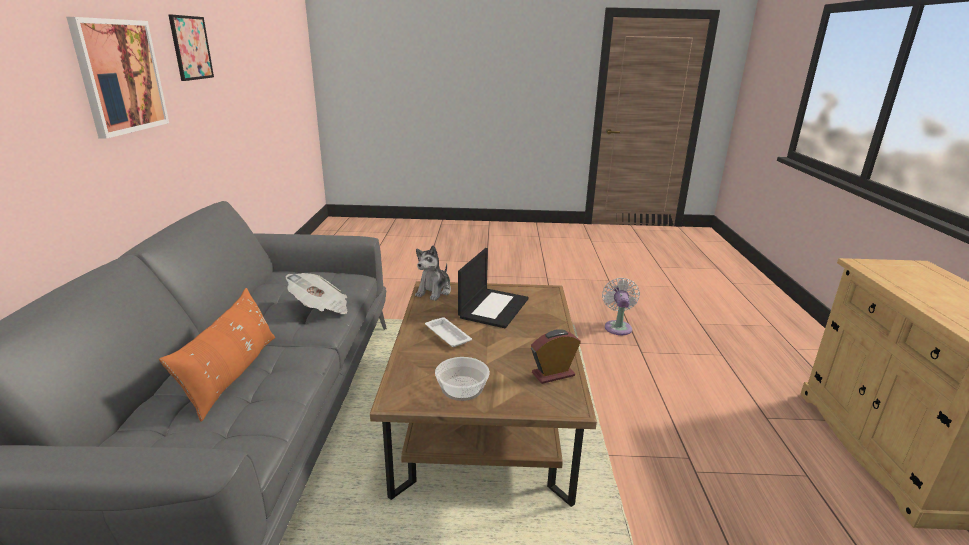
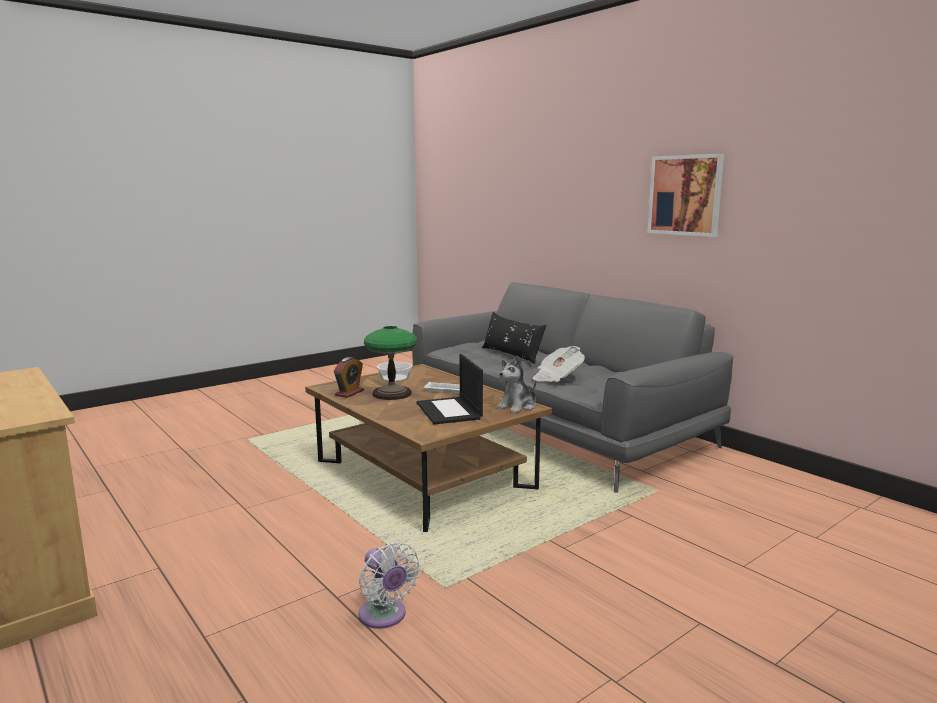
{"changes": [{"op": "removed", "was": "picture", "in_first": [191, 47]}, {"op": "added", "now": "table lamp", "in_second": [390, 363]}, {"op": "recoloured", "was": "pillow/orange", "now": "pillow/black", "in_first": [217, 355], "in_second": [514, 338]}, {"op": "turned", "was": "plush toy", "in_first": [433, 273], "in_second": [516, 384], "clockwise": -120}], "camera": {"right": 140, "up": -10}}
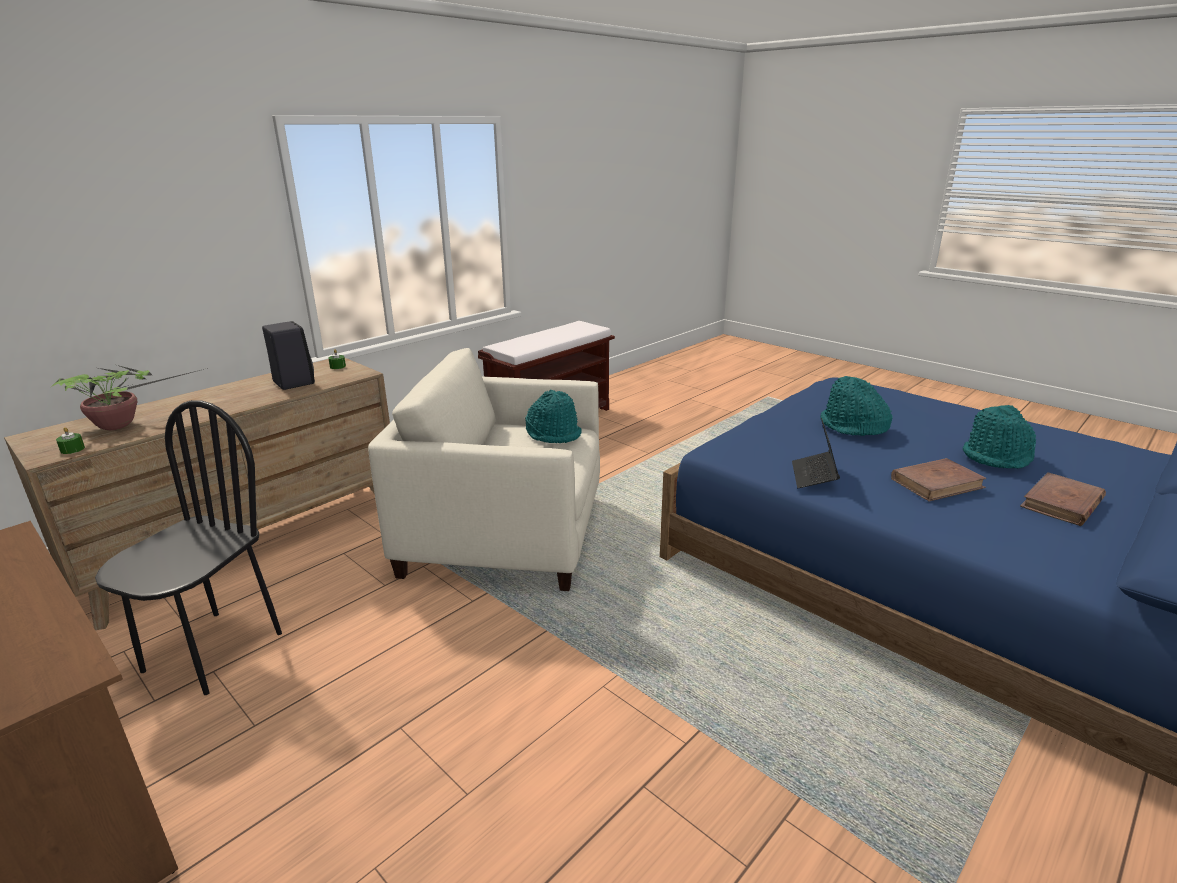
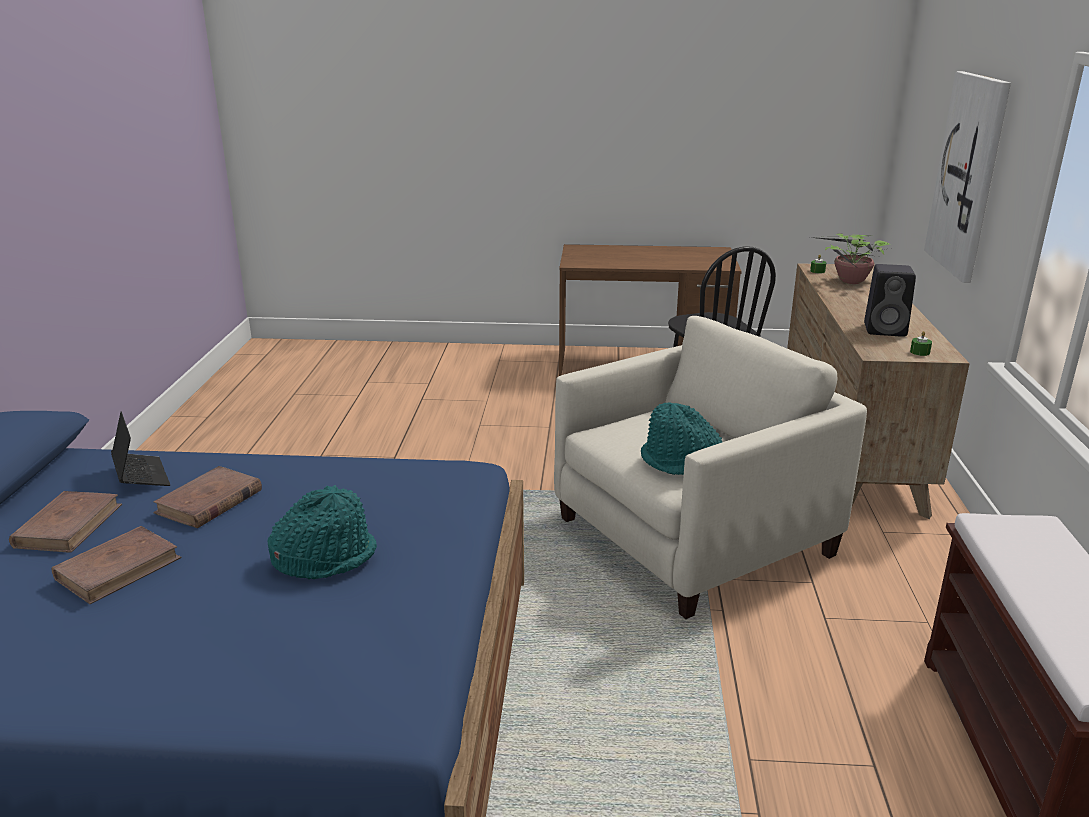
{"changes": [{"op": "added", "now": "picture", "in_second": [967, 177]}, {"op": "moved", "was": "laptop", "in_first": [816, 453], "in_second": [140, 449]}, {"op": "replaced", "was": "hat/turquoise", "now": "book/brown", "in_first": [999, 437], "in_second": [117, 565]}], "camera": {"right": 140, "up": 0}}
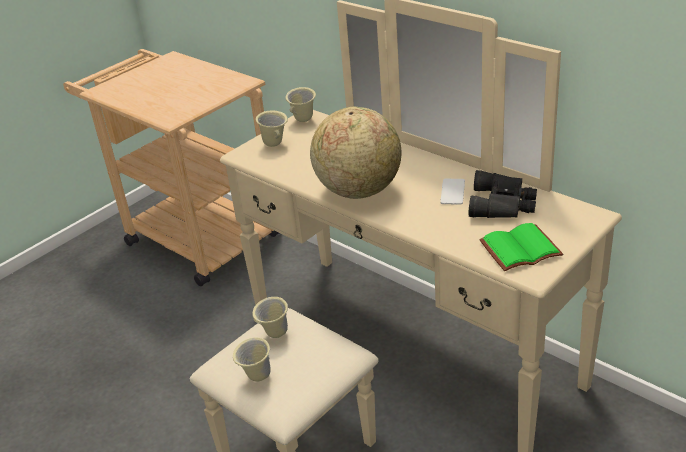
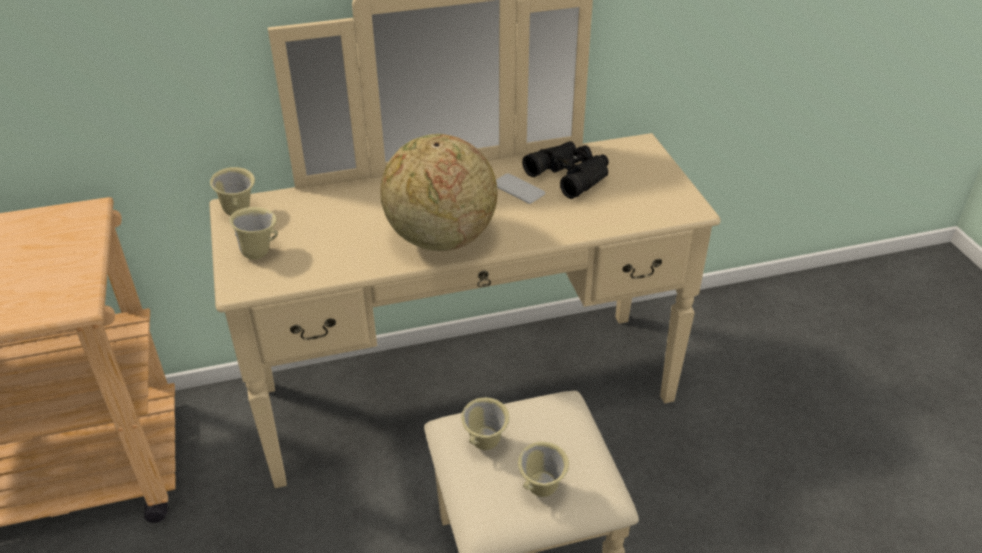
{"changes": [{"op": "removed", "was": "book/green", "in_first": [521, 247]}], "camera": {"right": -60, "up": 5}}
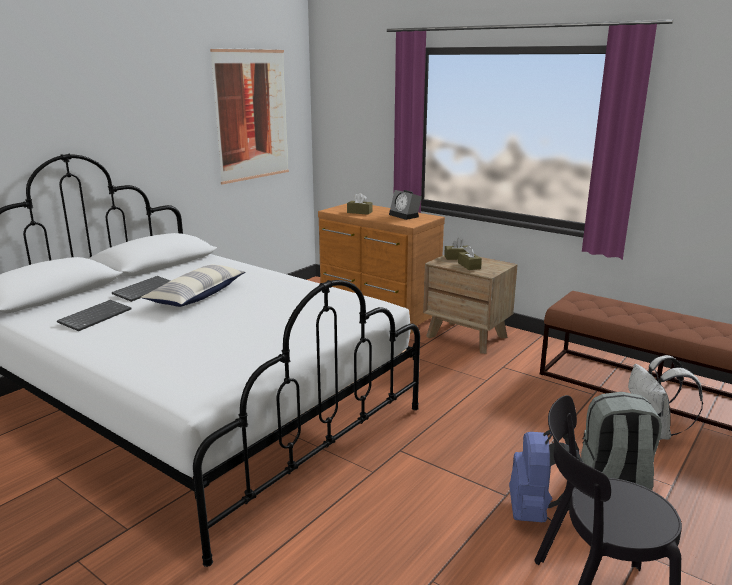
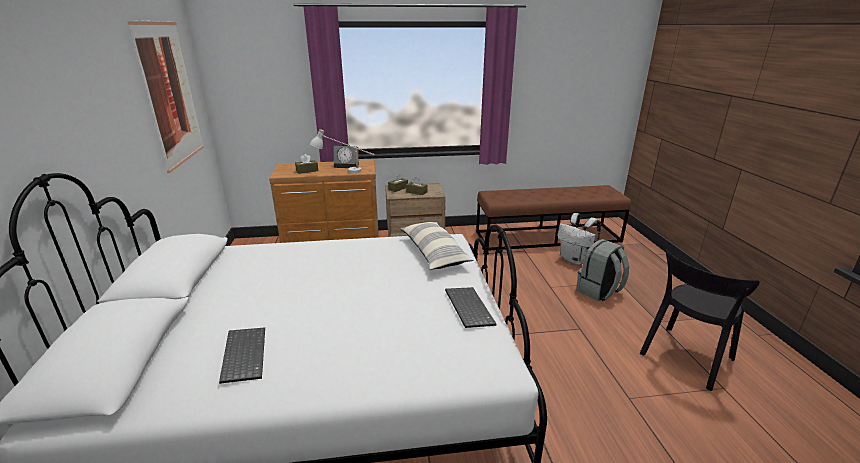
{"changes": [{"op": "removed", "was": "backpack/blue", "in_first": [546, 475]}, {"op": "added", "now": "table lamp/white", "in_second": [342, 151]}, {"op": "moved", "was": "keyboard", "in_first": [141, 289], "in_second": [470, 307]}, {"op": "moved", "was": "pillow", "in_first": [193, 285], "in_second": [437, 246]}], "camera": {"right": -45, "up": 5}}
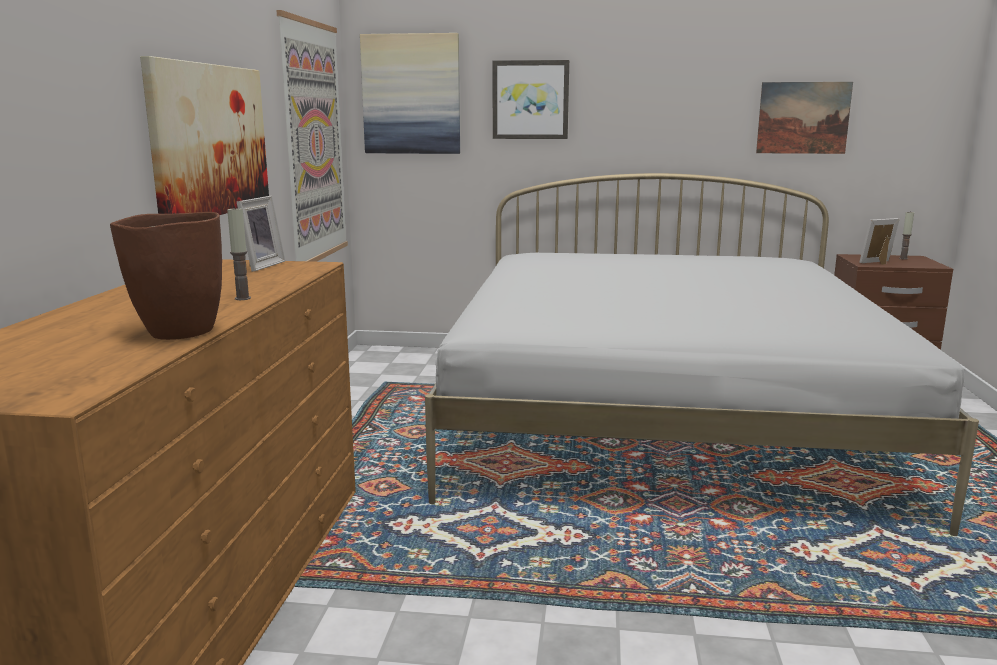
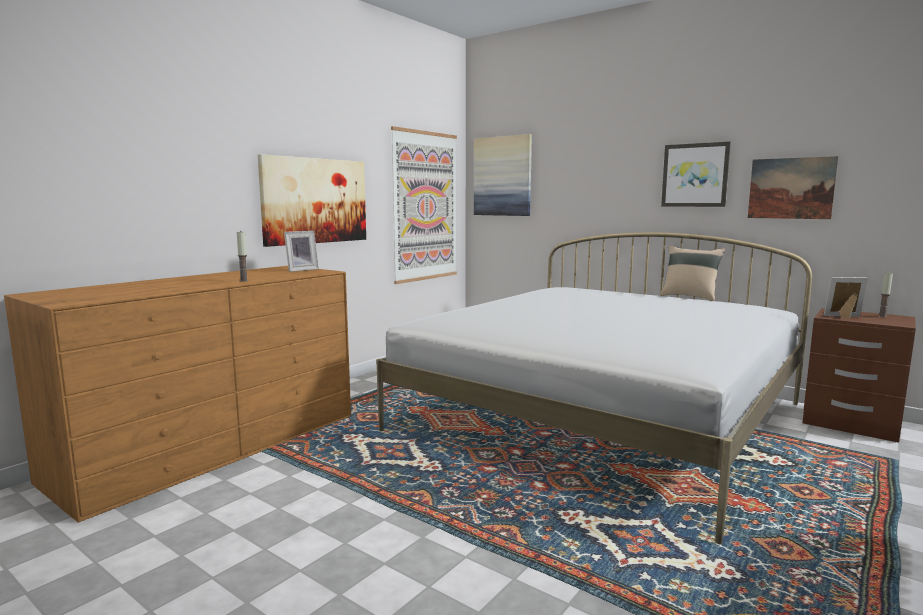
{"changes": [{"op": "removed", "was": "vase/brown", "in_first": [166, 276]}, {"op": "added", "now": "pillow/beige", "in_second": [692, 273]}, {"op": "moved", "was": "picture", "in_first": [531, 99], "in_second": [696, 174]}], "camera": {"right": 30, "up": -5}}
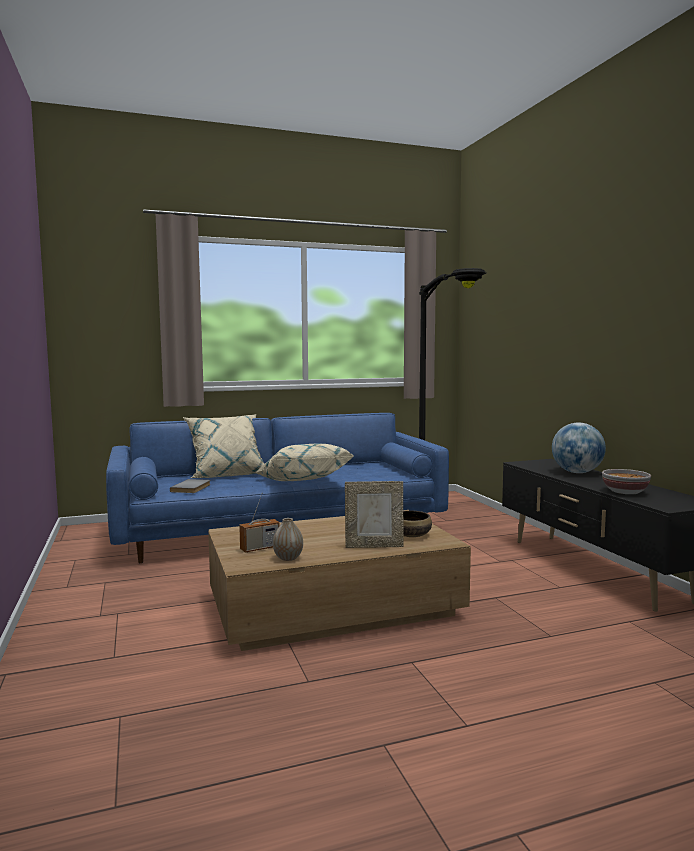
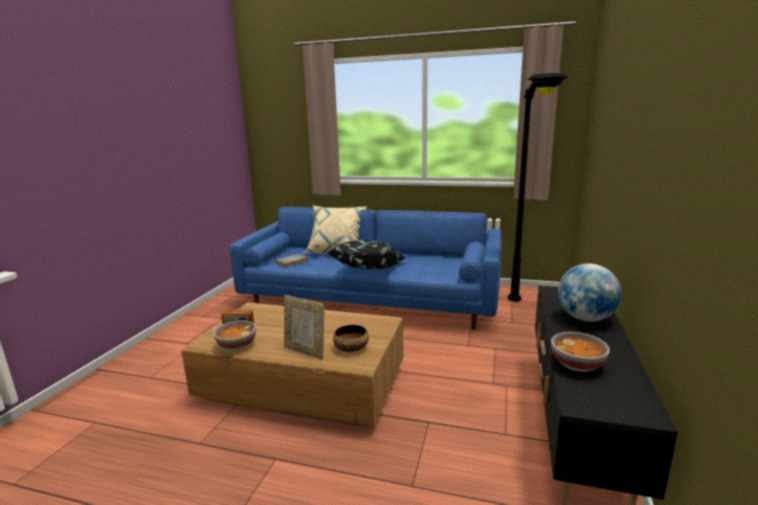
{"changes": [{"op": "replaced", "was": "vase", "now": "bowl", "in_first": [288, 539], "in_second": [234, 335]}, {"op": "recoloured", "was": "pillow/beige", "now": "pillow/black", "in_first": [305, 462], "in_second": [366, 254]}], "camera": {"right": 35, "up": 10}}
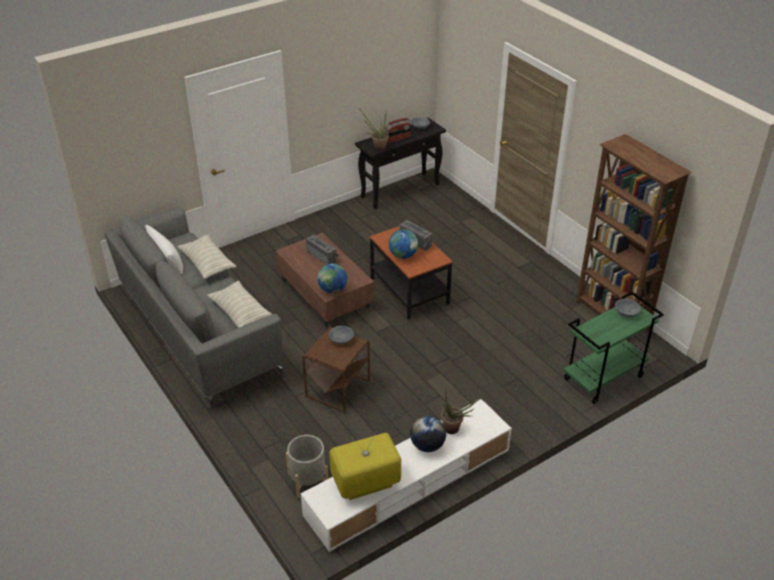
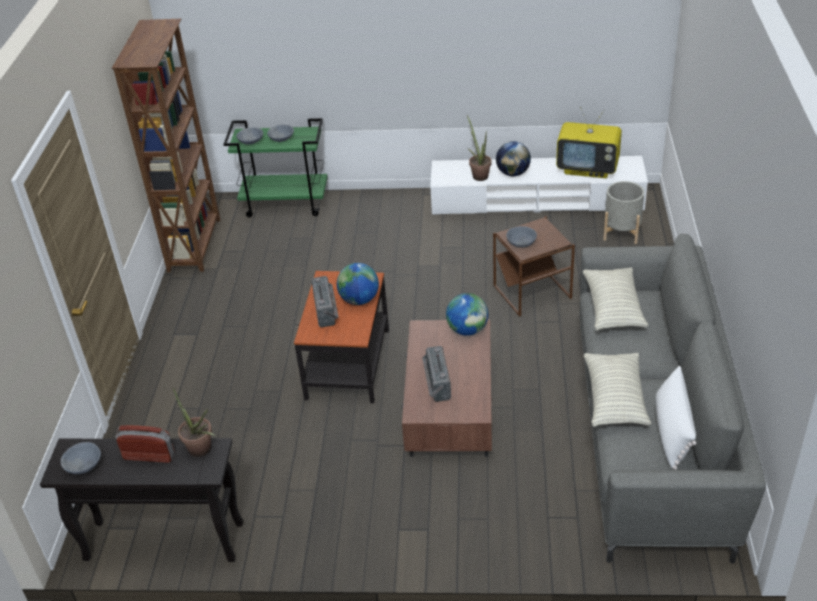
{"changes": [{"op": "added", "now": "bowl/grey", "in_second": [280, 133]}], "camera": {"right": -140, "up": 0}}
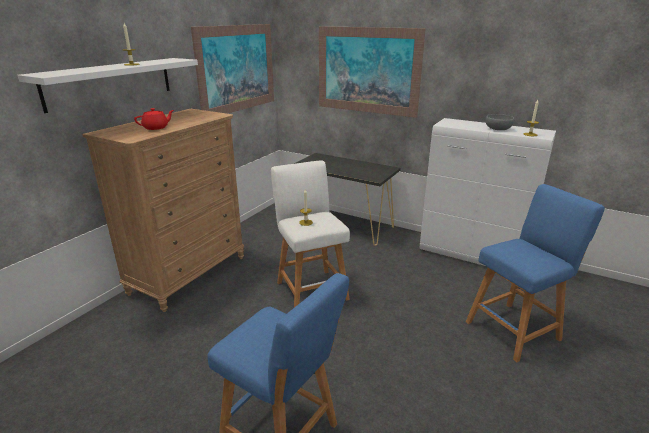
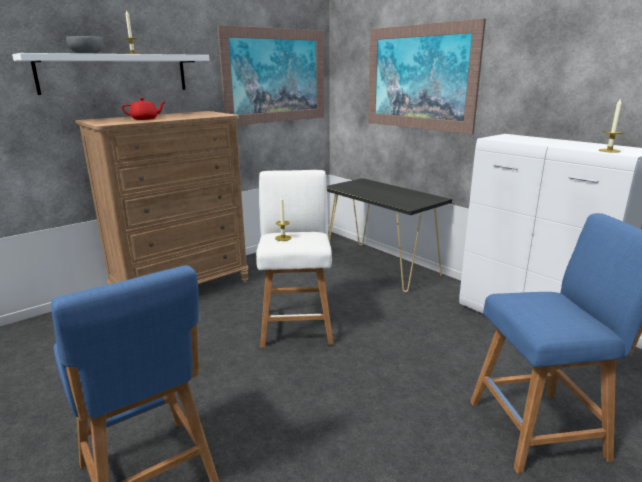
{"changes": [{"op": "moved", "was": "bowl/grey", "in_first": [500, 122], "in_second": [85, 45]}], "camera": {"right": 20, "up": -5}}
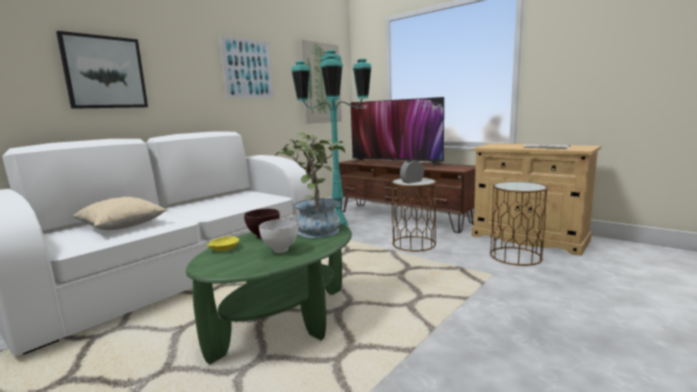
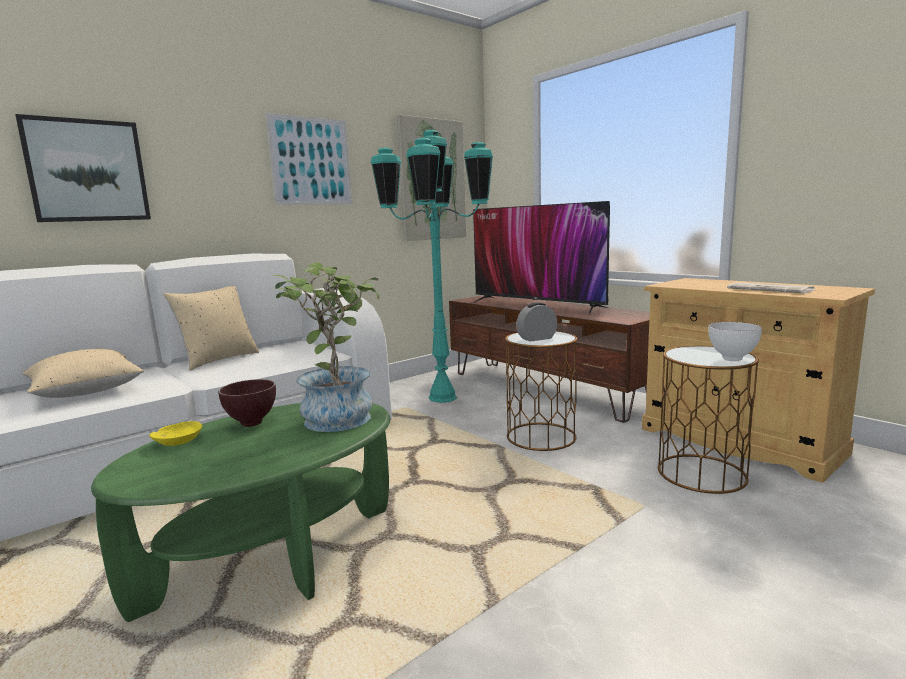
{"changes": [{"op": "added", "now": "pillow/beige", "in_second": [211, 328]}, {"op": "moved", "was": "bowl/white", "in_first": [279, 236], "in_second": [735, 341]}], "camera": {"right": 10, "up": 0}}
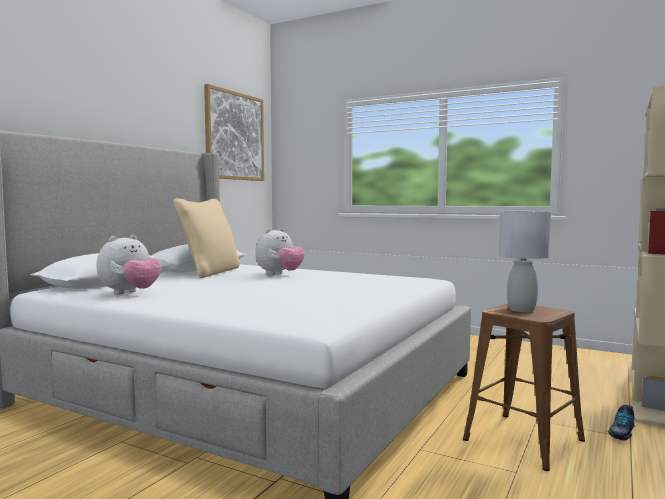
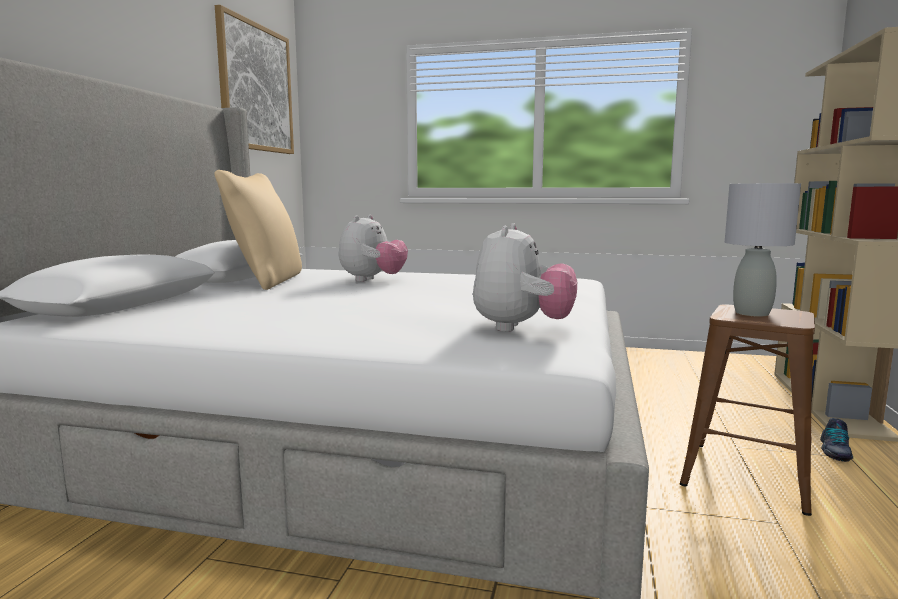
{"changes": [{"op": "moved", "was": "plush toy", "in_first": [129, 265], "in_second": [525, 277]}], "camera": {"right": -15, "up": 5}}
